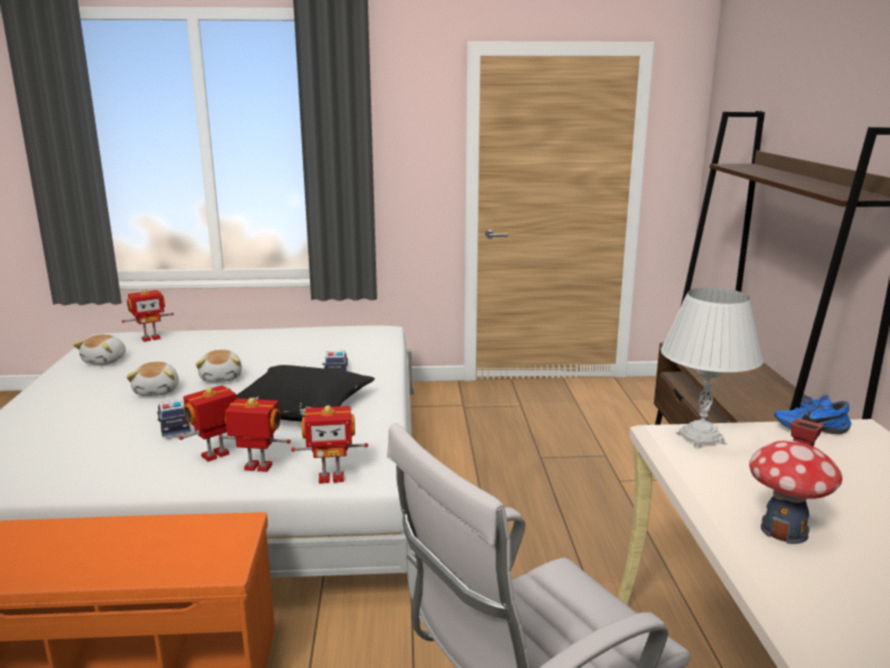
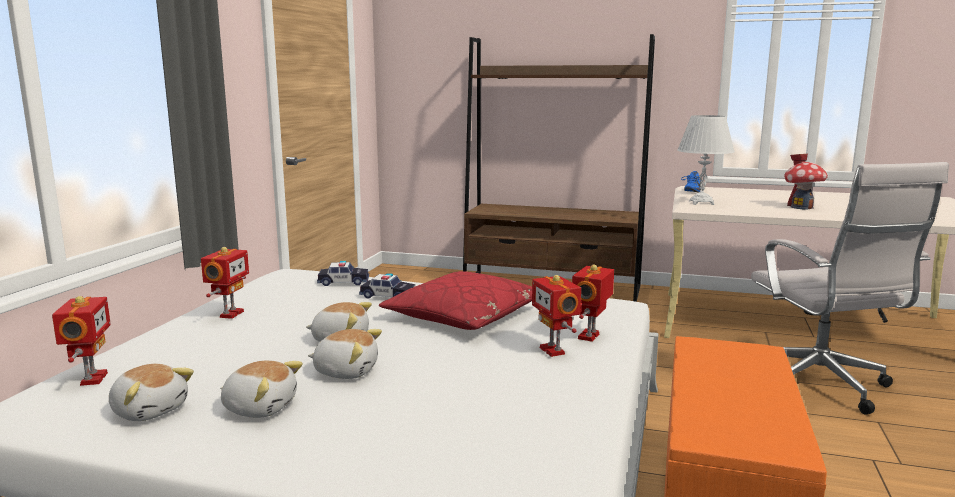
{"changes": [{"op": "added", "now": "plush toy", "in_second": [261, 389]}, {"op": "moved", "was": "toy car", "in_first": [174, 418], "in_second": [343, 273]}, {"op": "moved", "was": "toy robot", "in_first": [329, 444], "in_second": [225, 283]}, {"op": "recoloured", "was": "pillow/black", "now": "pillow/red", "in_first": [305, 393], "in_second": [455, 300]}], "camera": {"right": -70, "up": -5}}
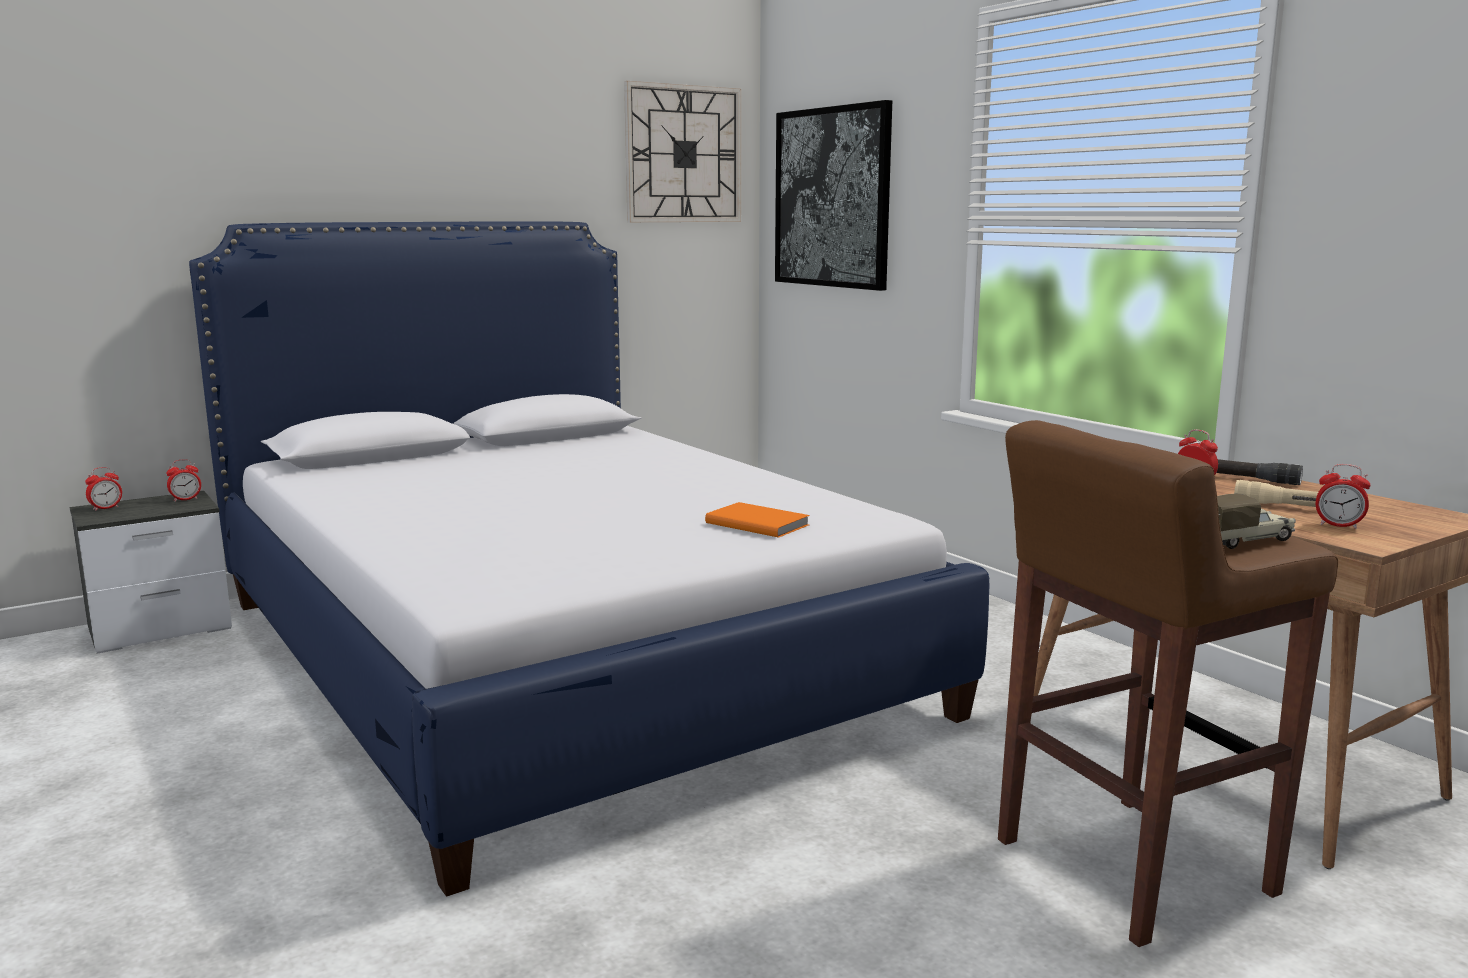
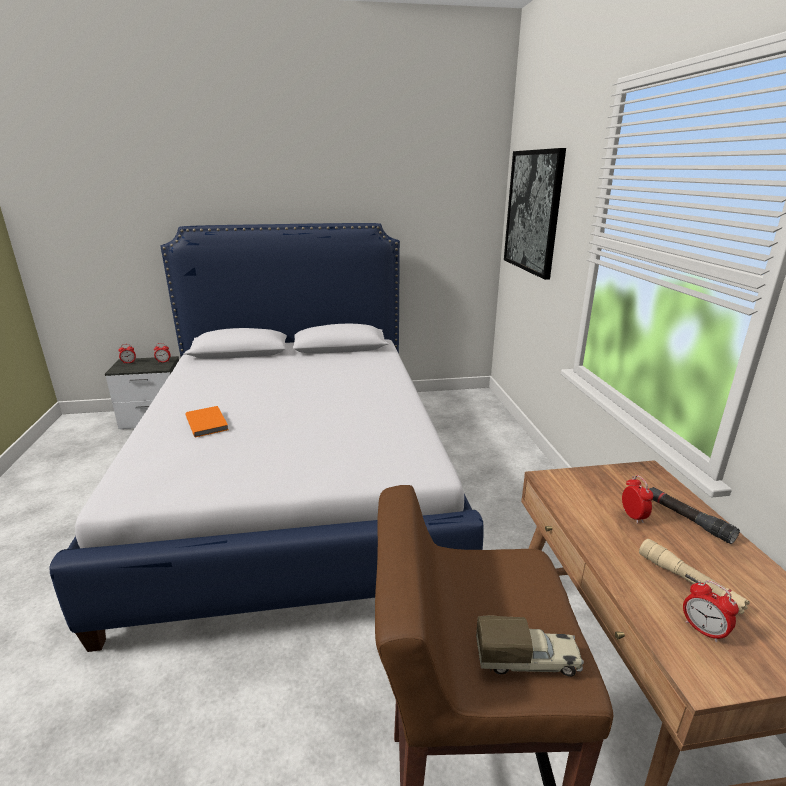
{"changes": [{"op": "removed", "was": "wall clock", "in_first": [682, 151]}, {"op": "moved", "was": "book/orange", "in_first": [757, 520], "in_second": [207, 421]}], "camera": {"right": 25, "up": 10}}
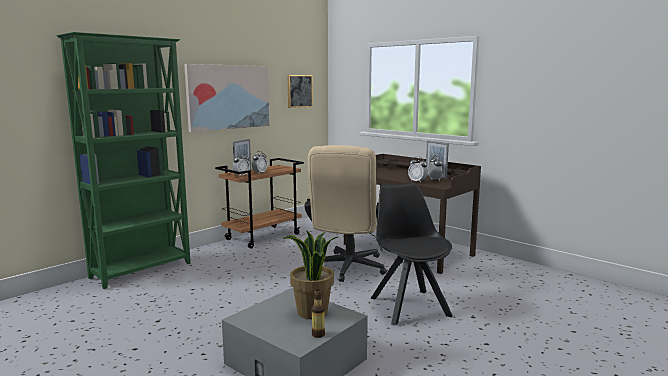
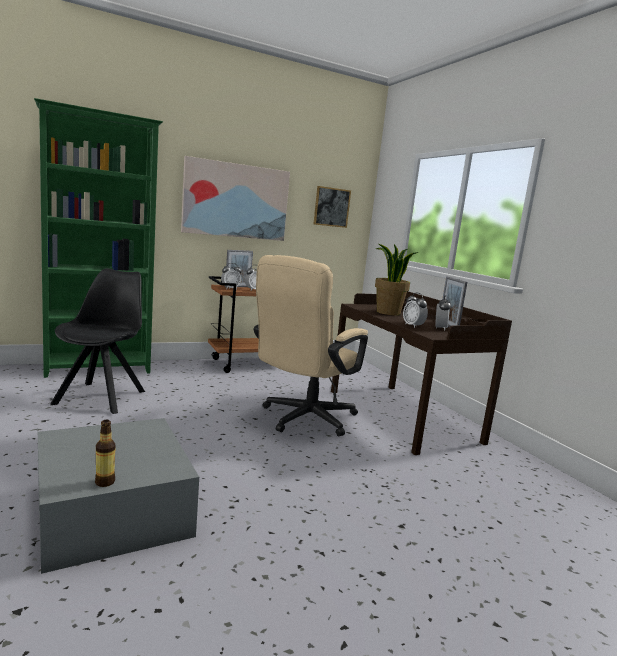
{"changes": [{"op": "moved", "was": "potted plant", "in_first": [310, 275], "in_second": [397, 279]}, {"op": "moved", "was": "chair/black", "in_first": [412, 253], "in_second": [97, 341]}], "camera": {"right": 20, "up": 0}}
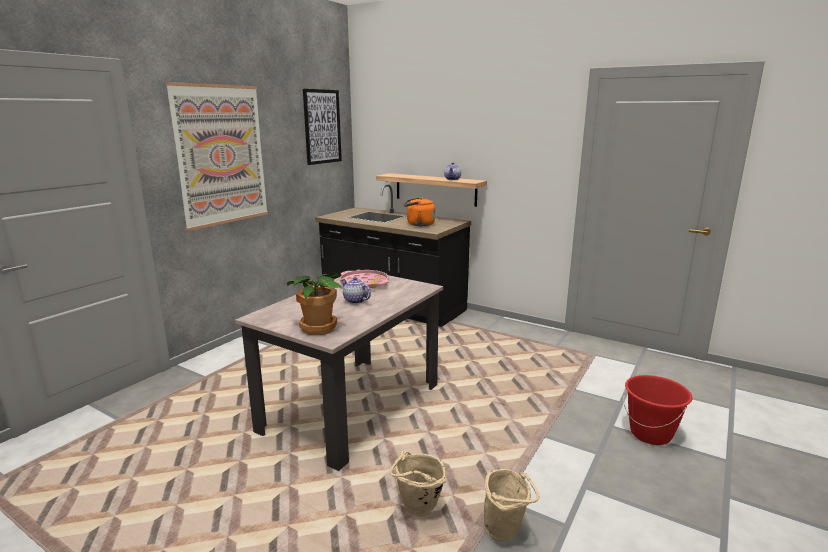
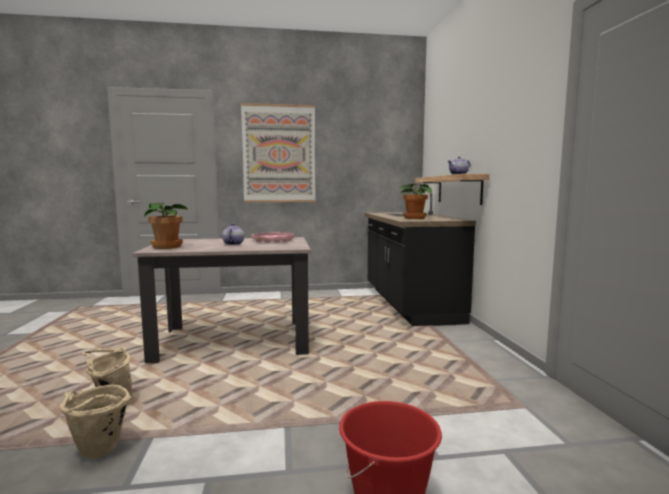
{"changes": [{"op": "removed", "was": "picture", "in_first": [322, 127]}, {"op": "replaced", "was": "kettle/orange", "now": "potted plant", "in_first": [419, 211], "in_second": [415, 201]}], "camera": {"right": 50, "up": -10}}
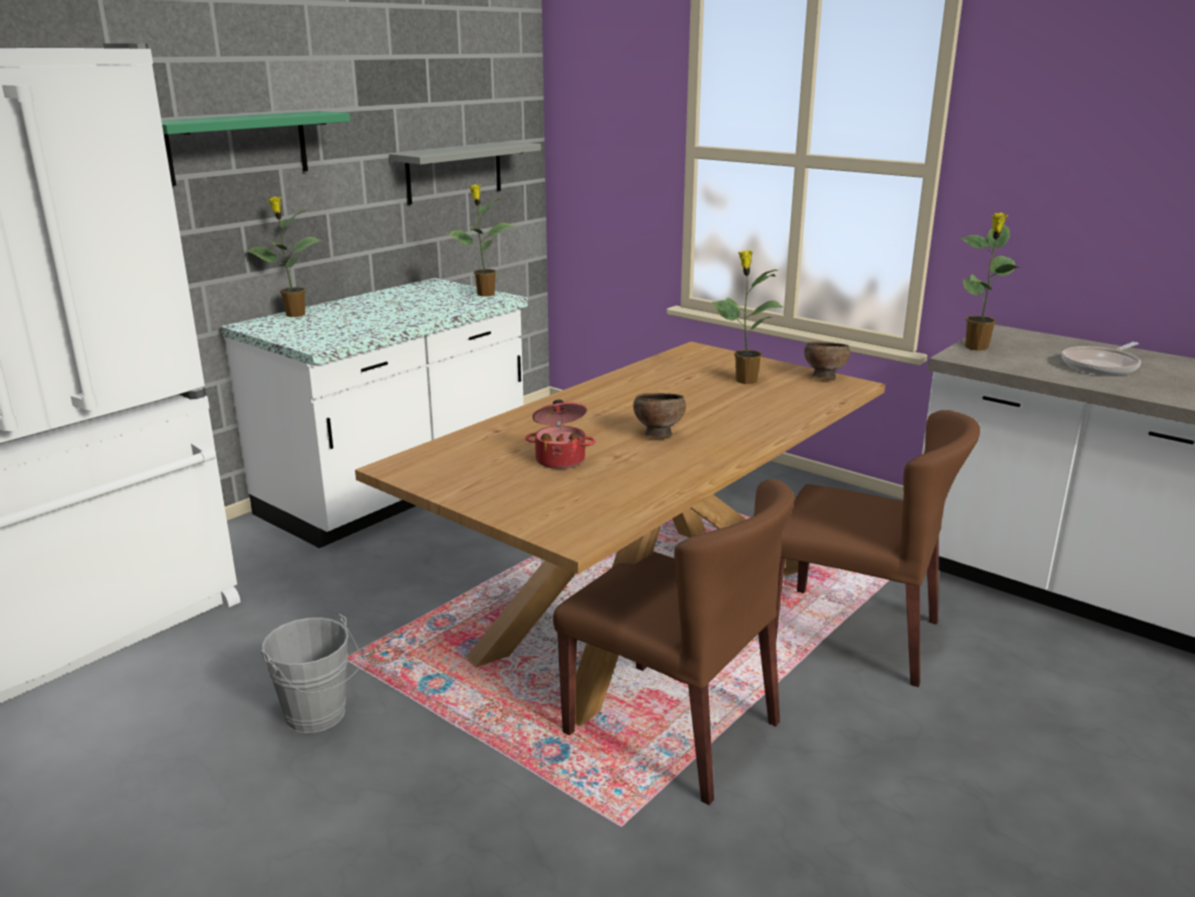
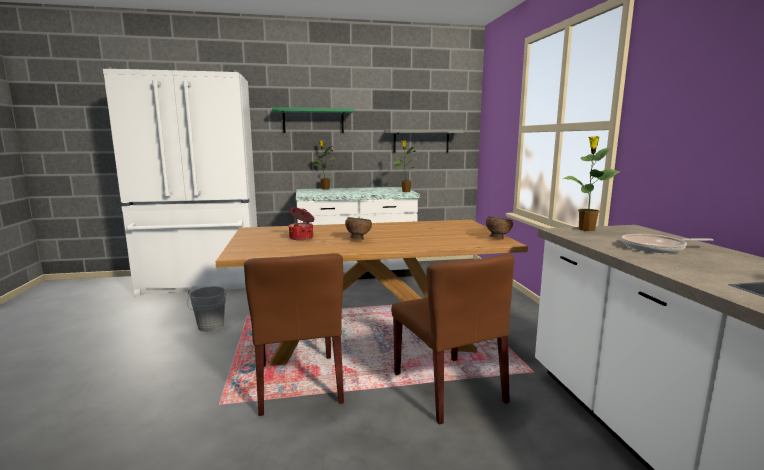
{"changes": [{"op": "removed", "was": "potted plant", "in_first": [747, 317]}], "camera": {"right": 40, "up": -10}}
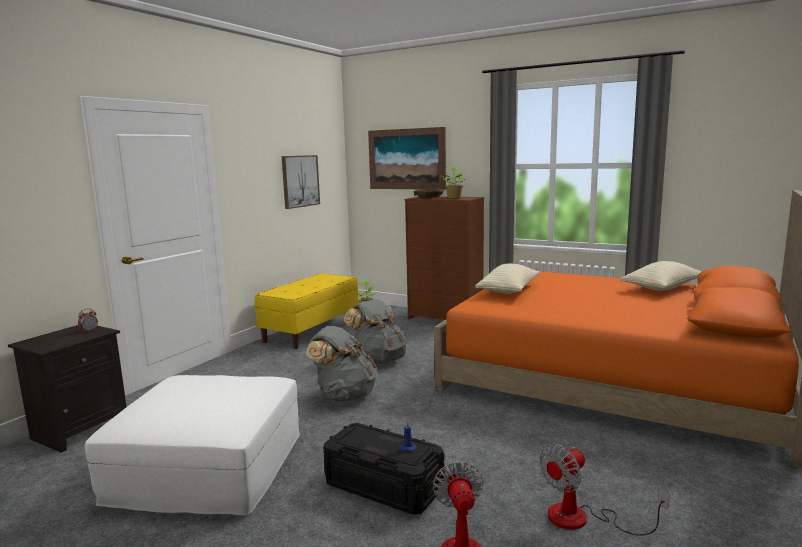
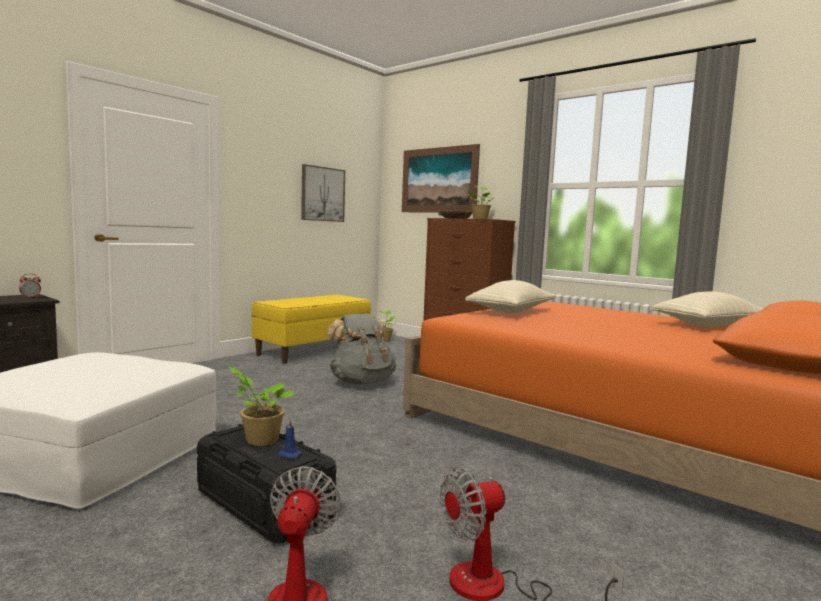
{"changes": [{"op": "removed", "was": "backpack/grey", "in_first": [341, 363]}, {"op": "added", "now": "potted plant", "in_second": [262, 406]}], "camera": {"right": 10, "up": -5}}
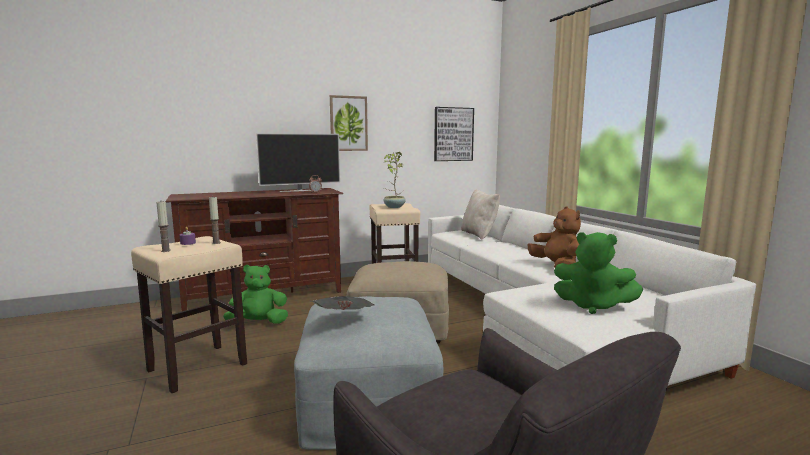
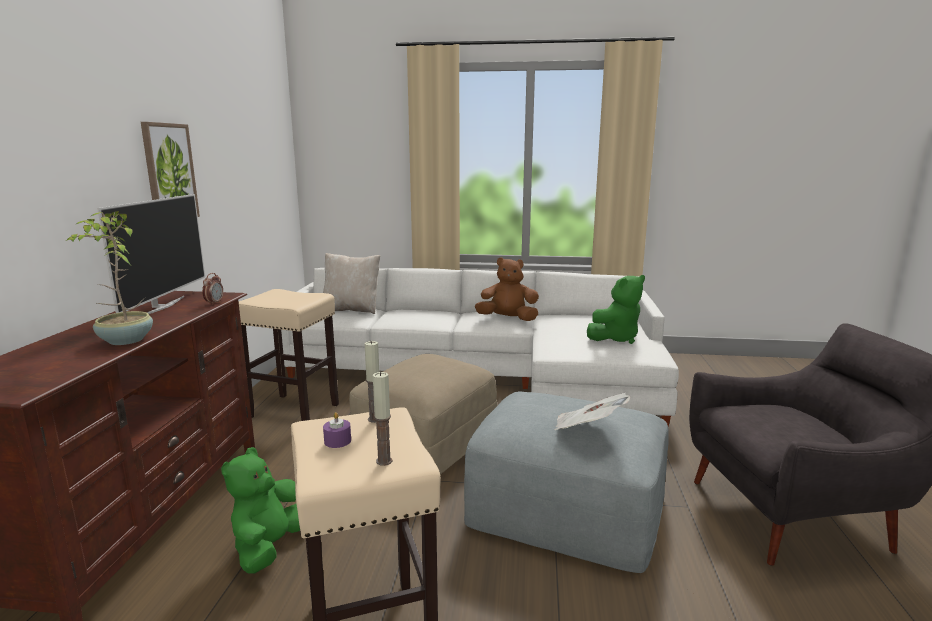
{"changes": [{"op": "removed", "was": "picture", "in_first": [454, 134]}, {"op": "moved", "was": "potted plant", "in_first": [394, 180], "in_second": [109, 278]}], "camera": {"right": -60, "up": 5}}
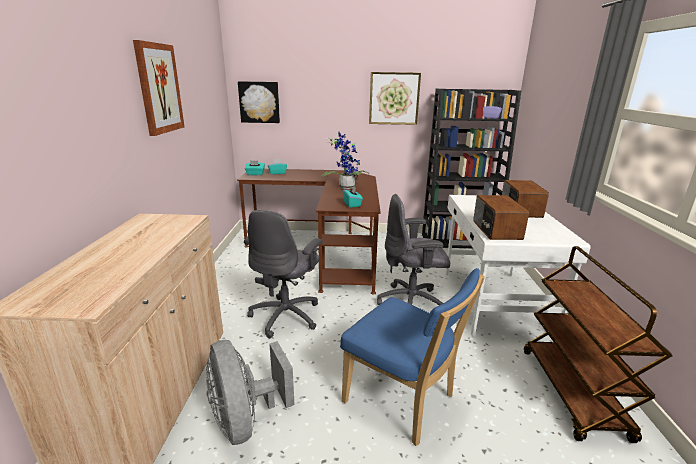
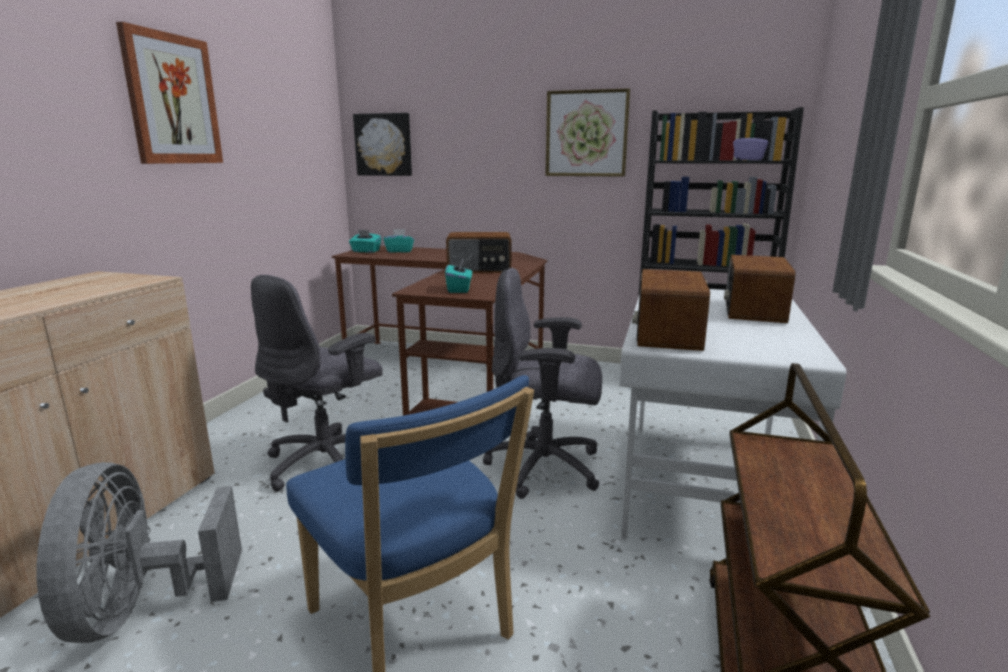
{"changes": [{"op": "replaced", "was": "potted plant", "now": "radio", "in_first": [345, 160], "in_second": [478, 252]}], "camera": {"right": 15, "up": -5}}
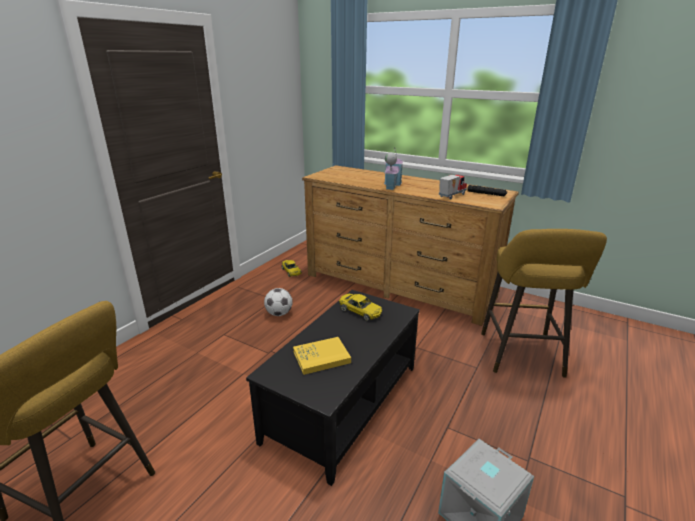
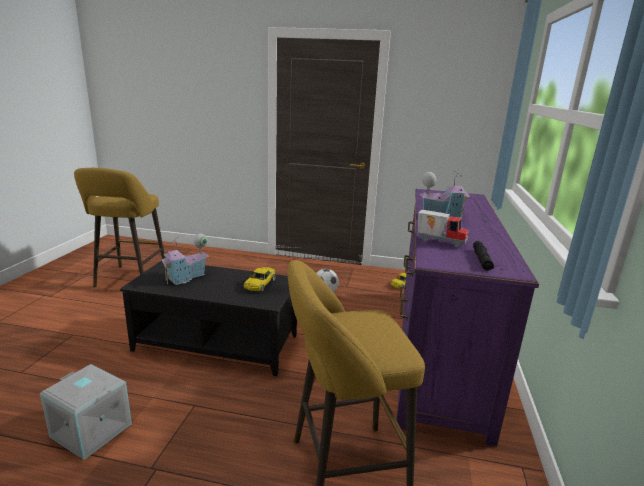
{"changes": [{"op": "replaced", "was": "book/yellow", "now": "toy house", "in_first": [322, 356], "in_second": [185, 259]}, {"op": "recoloured", "was": "dresser/brown", "now": "dresser/purple", "in_first": [410, 245], "in_second": [467, 317]}], "camera": {"right": 70, "up": -5}}
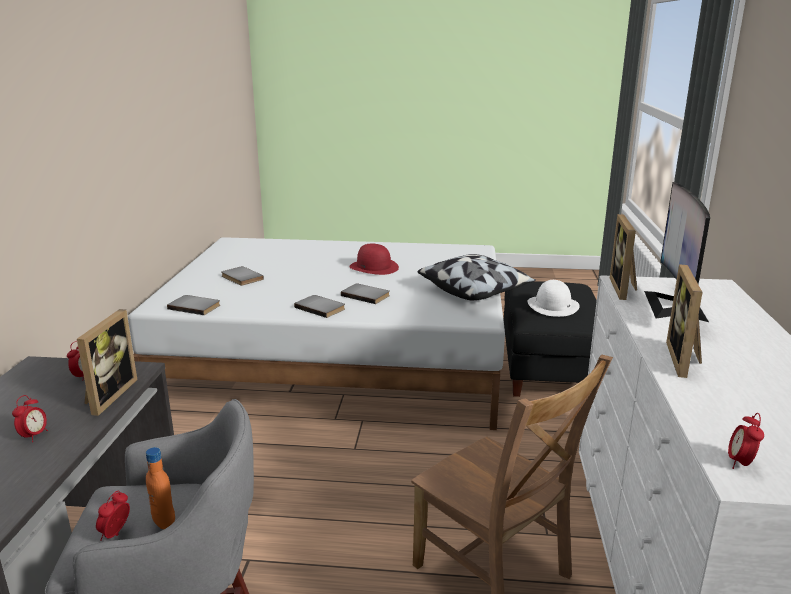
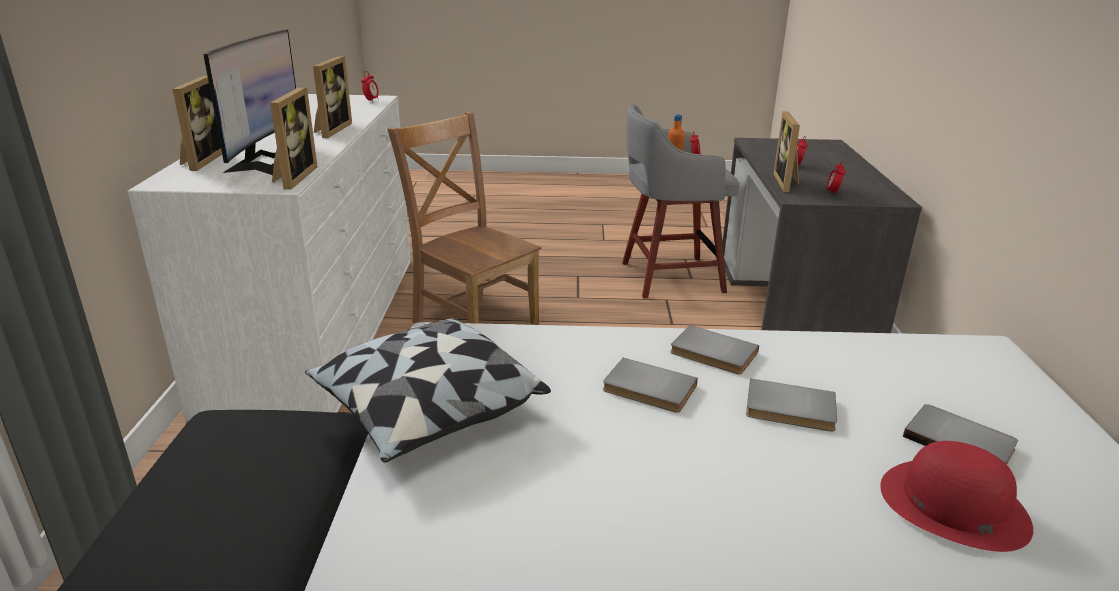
{"changes": [{"op": "removed", "was": "hat/white", "in_first": [554, 298]}, {"op": "added", "now": "picture frame", "in_second": [197, 123]}, {"op": "moved", "was": "book/grey", "in_first": [193, 305], "in_second": [791, 405]}, {"op": "moved", "was": "hat/red", "in_first": [374, 259], "in_second": [956, 496]}], "camera": {"right": 175, "up": 5}}
